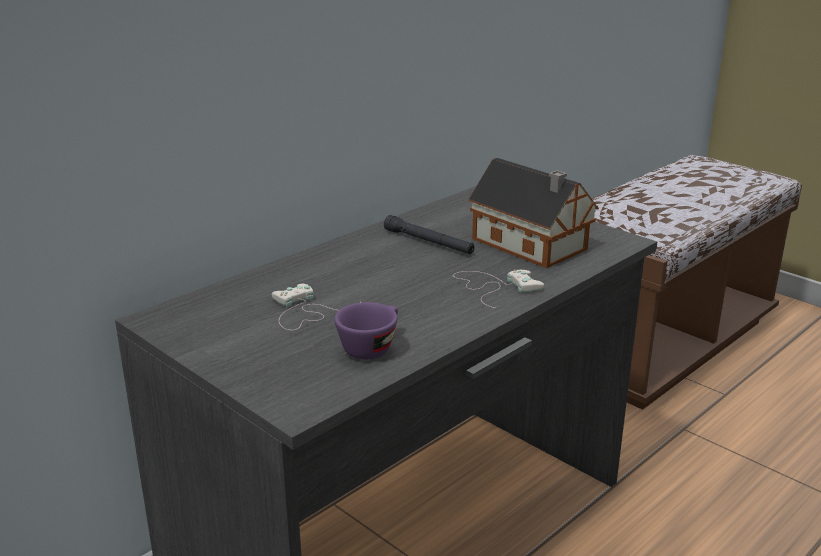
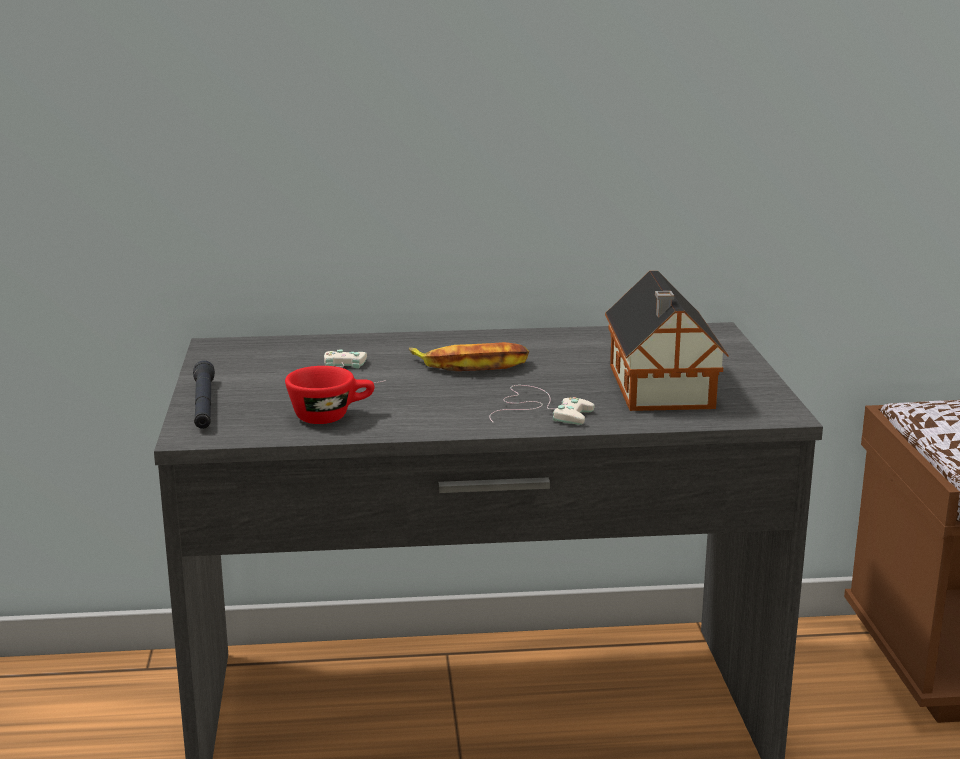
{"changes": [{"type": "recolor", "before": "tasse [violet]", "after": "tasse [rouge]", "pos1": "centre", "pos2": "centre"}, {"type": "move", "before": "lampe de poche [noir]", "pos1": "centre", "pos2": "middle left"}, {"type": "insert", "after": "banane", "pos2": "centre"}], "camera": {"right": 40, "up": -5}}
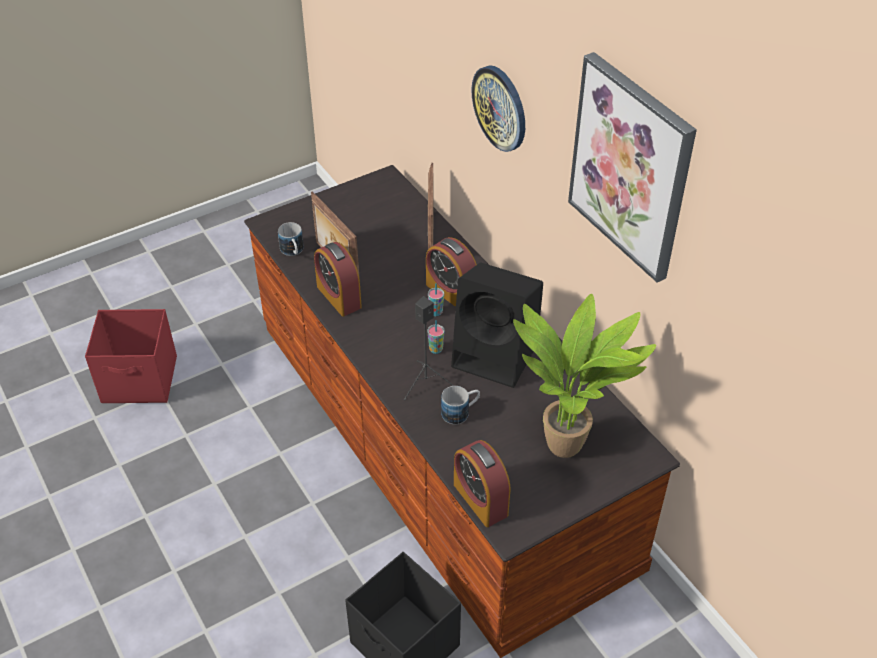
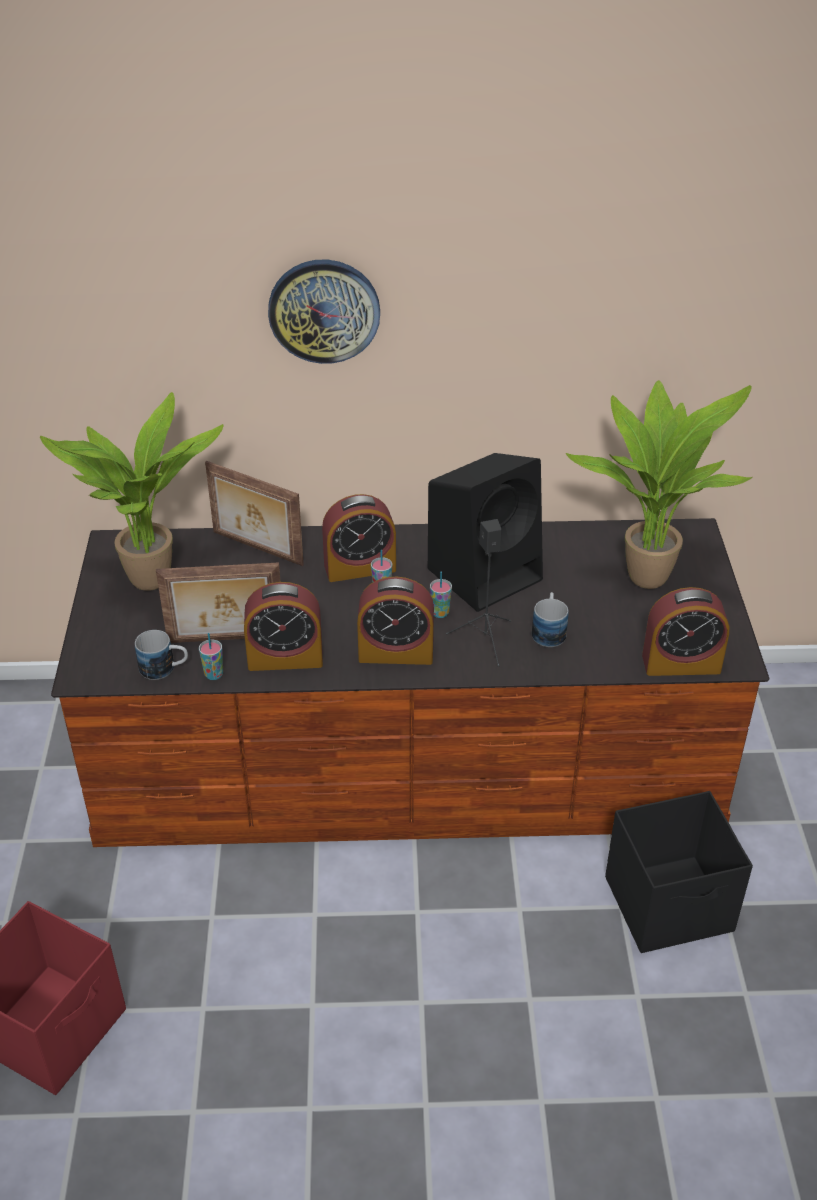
{"changes": [{"type": "delete", "before": "tableau", "pos1": "top right"}, {"type": "insert", "after": "plante en pot (1st from left)", "pos2": "middle left"}, {"type": "insert", "after": "tasse (1st from left)", "pos2": "middle left"}, {"type": "insert", "after": "réveil (3rd from left)", "pos2": "centre"}], "camera": {"right": -60, "up": -5}}
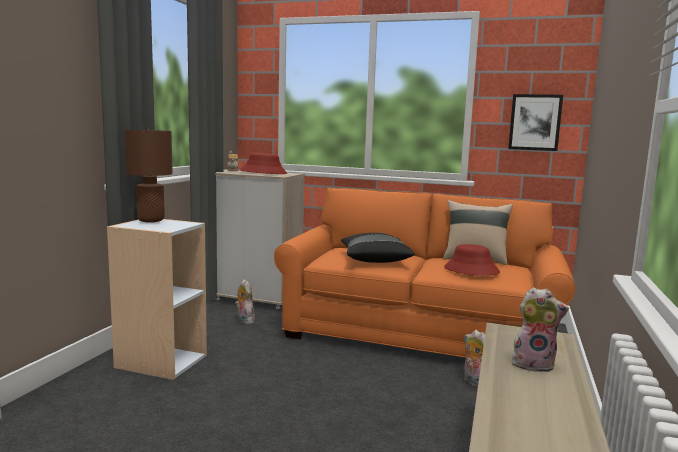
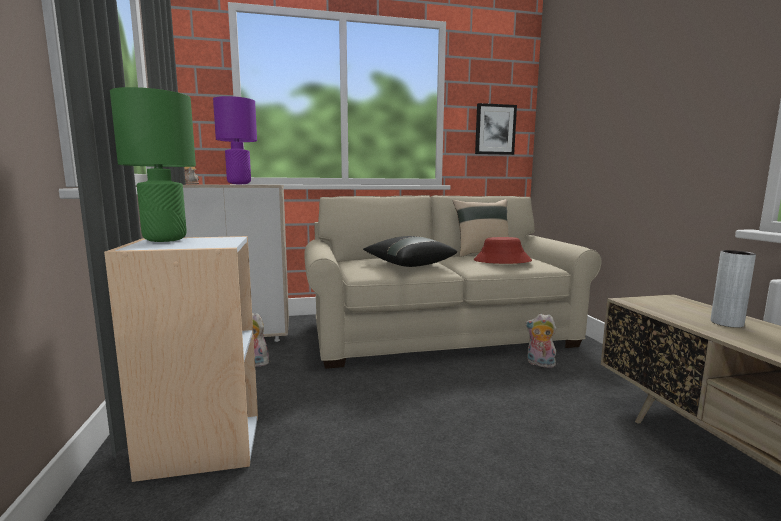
{"changes": [{"type": "recolor", "before": "lampe de table [marron]", "after": "lampe de table [vert]", "pos1": "middle left", "pos2": "top left"}, {"type": "replace", "before": "chapeau [rouge] (1st from left)", "after": "lampe de table [violet]", "pos1": "centre", "pos2": "top left"}, {"type": "recolor", "before": "canapé [orange]", "after": "canapé [beige]", "pos1": "centre", "pos2": "centre"}, {"type": "replace", "before": "peluche (3rd from left)", "after": "vase [gris]", "pos1": "bottom right", "pos2": "middle right"}], "camera": {"right": -30, "up": 0}}
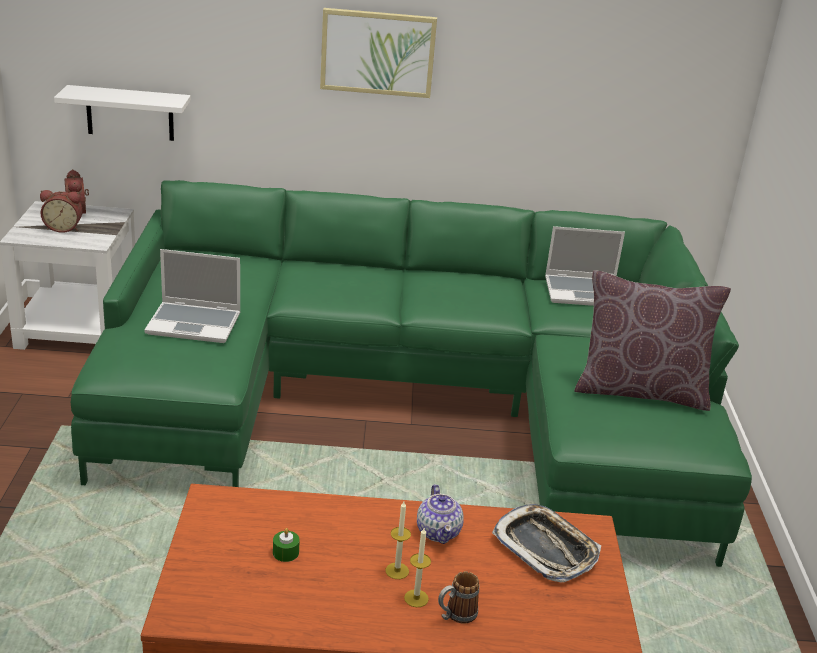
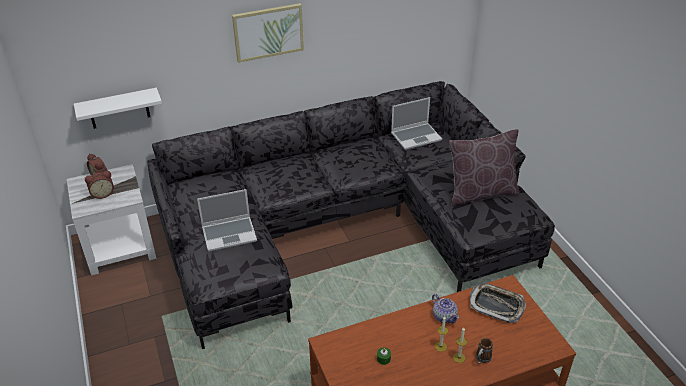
{"changes": [{"type": "recolor", "before": "canapé [vert]", "after": "canapé [noir]", "pos1": "centre", "pos2": "centre"}], "camera": {"right": -20, "up": 10}}
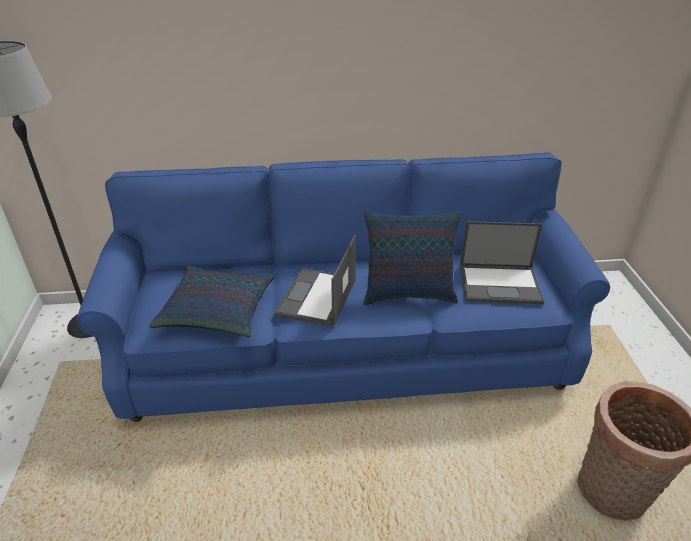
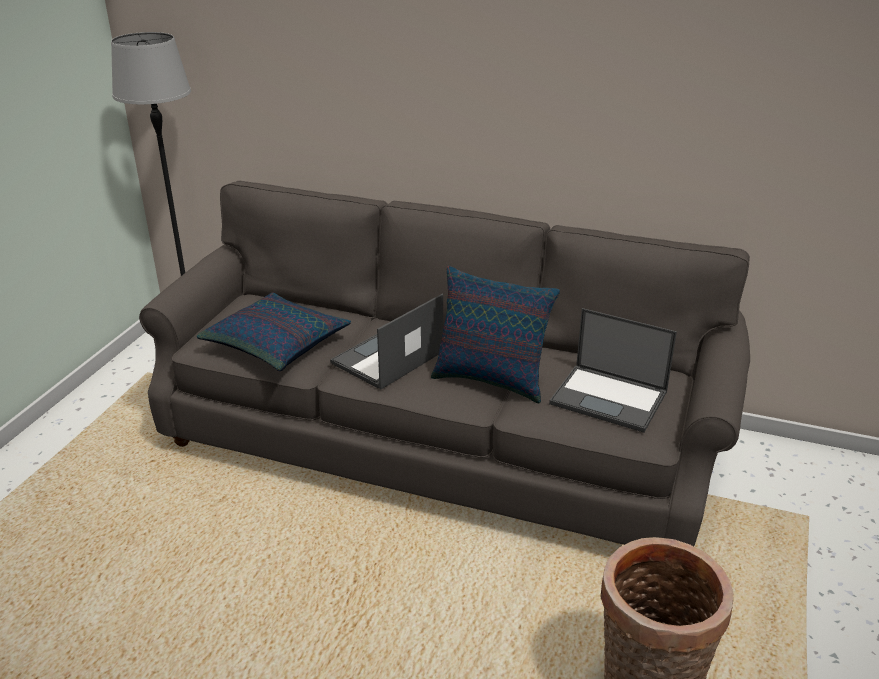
{"changes": [{"type": "recolor", "before": "canapé [bleu]", "after": "canapé [gris]", "pos1": "centre", "pos2": "centre"}], "camera": {"right": 25, "up": -5}}
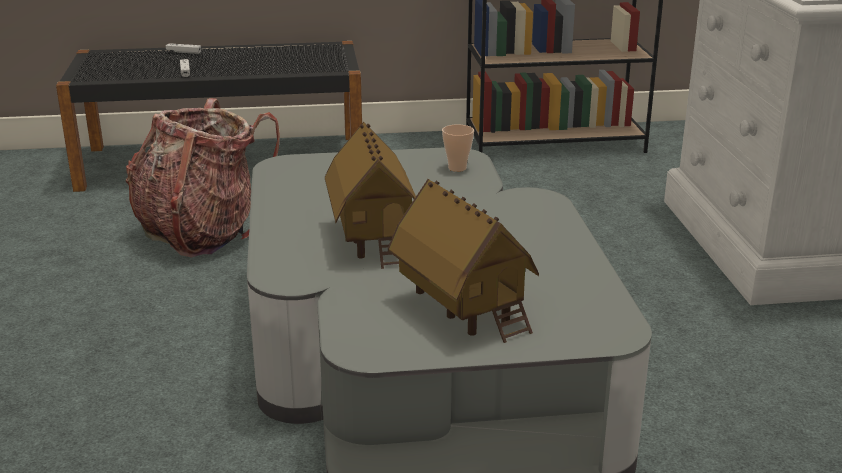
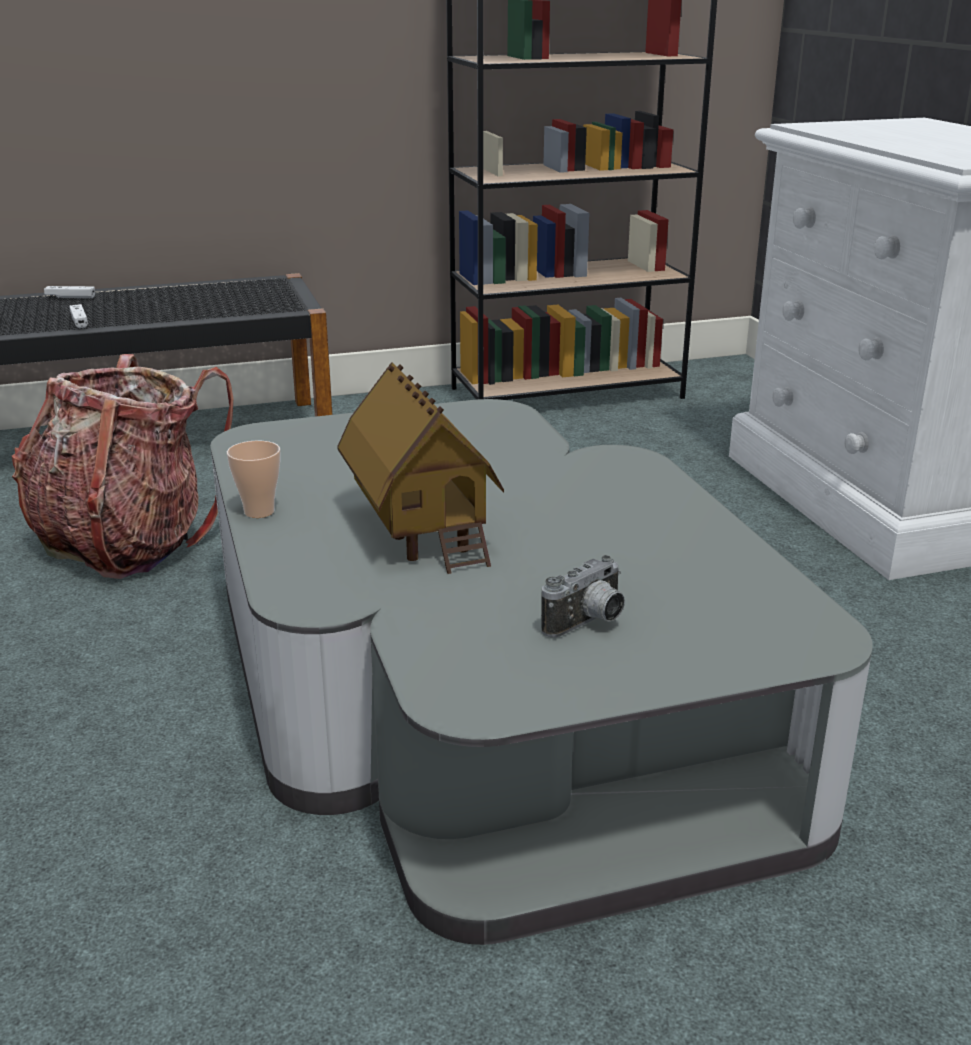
{"changes": [{"type": "replace", "before": "maison miniature (2nd from left)", "after": "appareil photo", "pos1": "centre", "pos2": "centre"}, {"type": "move", "before": "tasse", "pos1": "top centre", "pos2": "middle left"}], "camera": {"right": -10, "up": 0}}
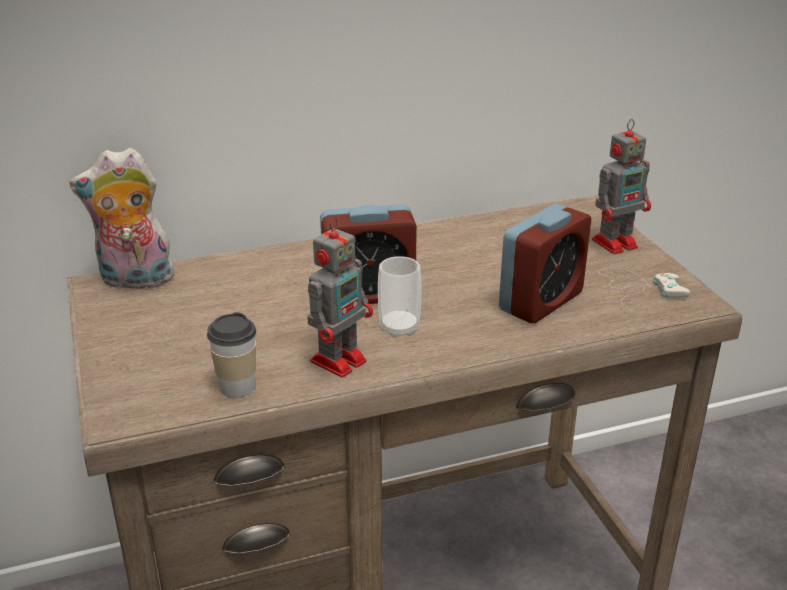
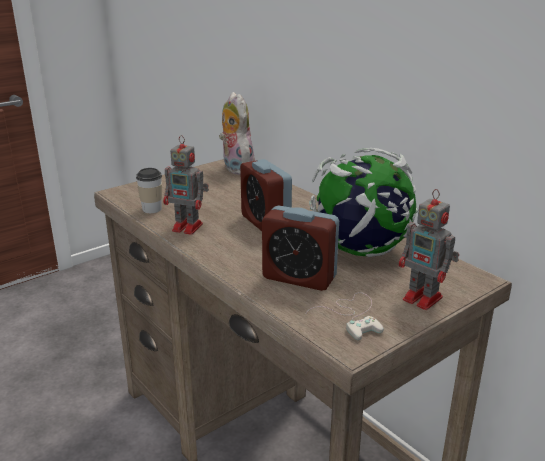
{"changes": [{"type": "delete", "before": "tasse (2nd from left)", "pos1": "centre"}, {"type": "insert", "after": "globe", "pos2": "centre"}], "camera": {"right": 70, "up": -5}}
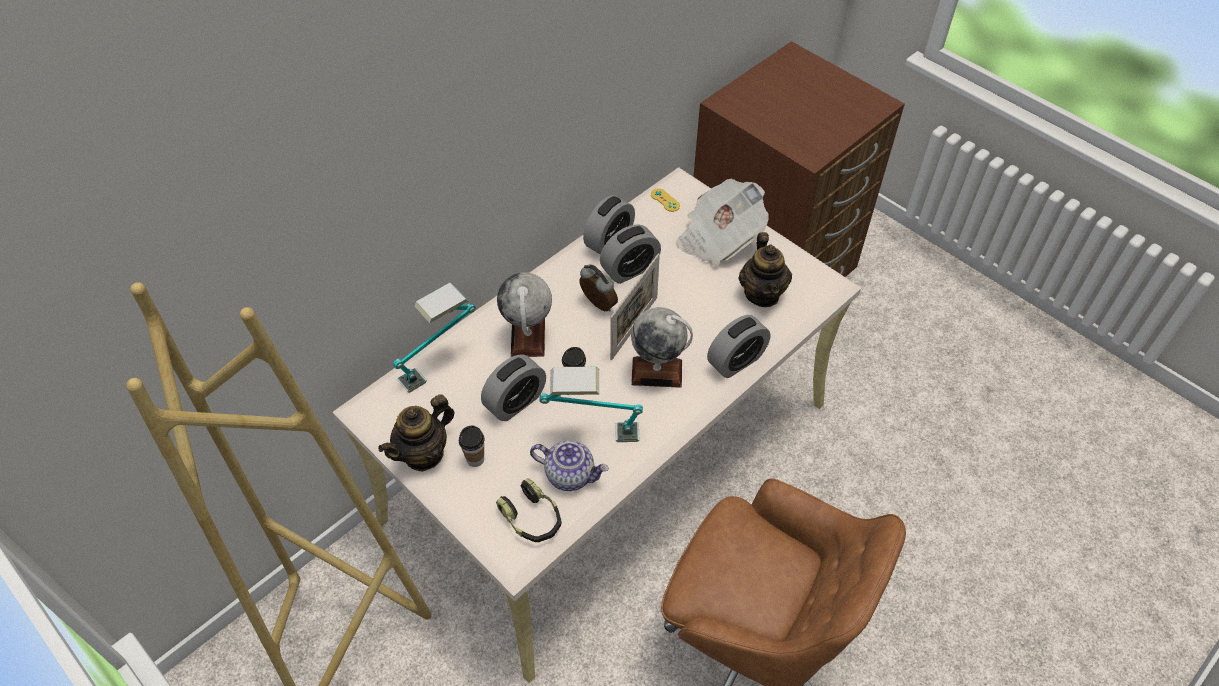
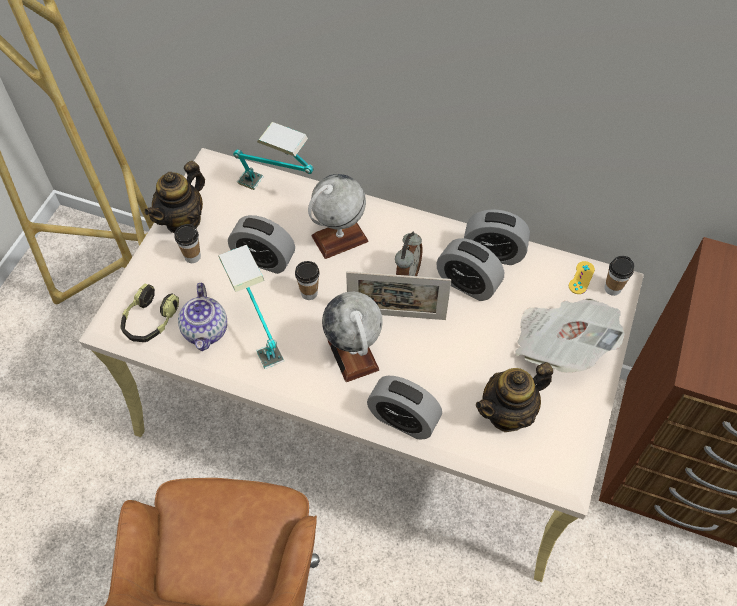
{"changes": [{"type": "rotate", "before": "théière (1st from left)", "pos1": "centre", "pos2": "top left", "turn": -75}, {"type": "insert", "after": "tasse (3rd from left)", "pos2": "middle right"}], "camera": {"right": 65, "up": 5}}
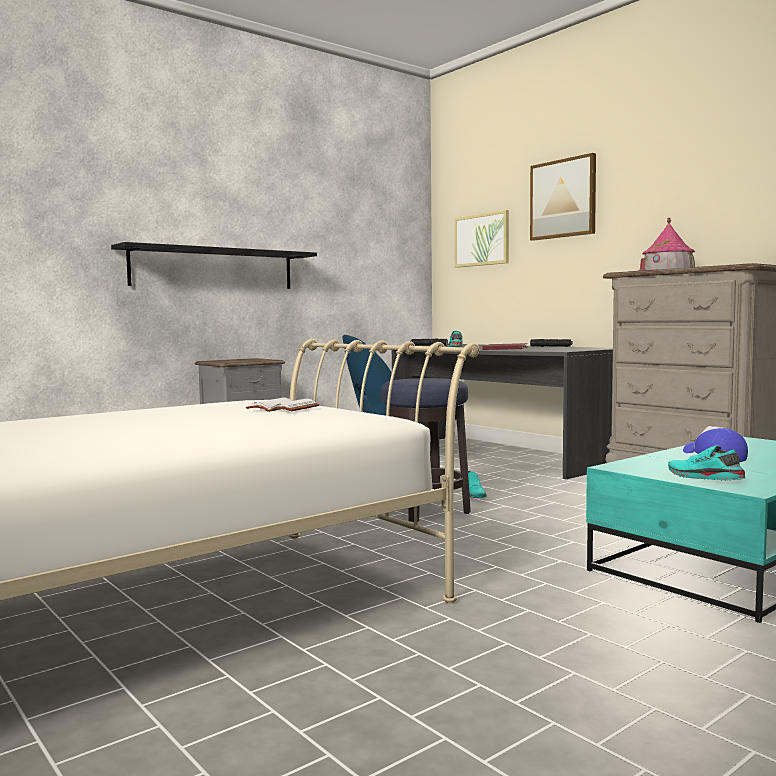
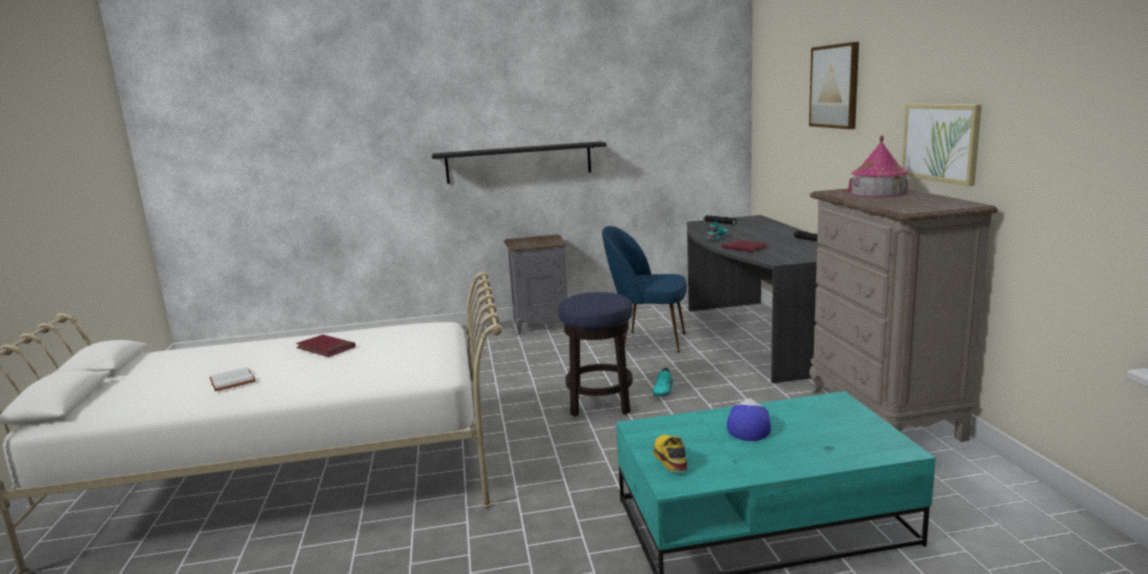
{"changes": [{"type": "move", "before": "livre [blanc]", "pos1": "centre", "pos2": "middle left"}, {"type": "move", "before": "tableau (1st from left in the first image)", "after": "tableau (2nd from left)", "pos1": "top centre", "pos2": "top right"}, {"type": "recolor", "before": "chaussure [turquoise] (3rd from left)", "after": "chaussure [jaune]", "pos1": "middle right", "pos2": "bottom centre"}, {"type": "insert", "after": "livre [rouge] (1st from left)", "pos2": "middle left"}], "camera": {"right": 30, "up": 10}}
